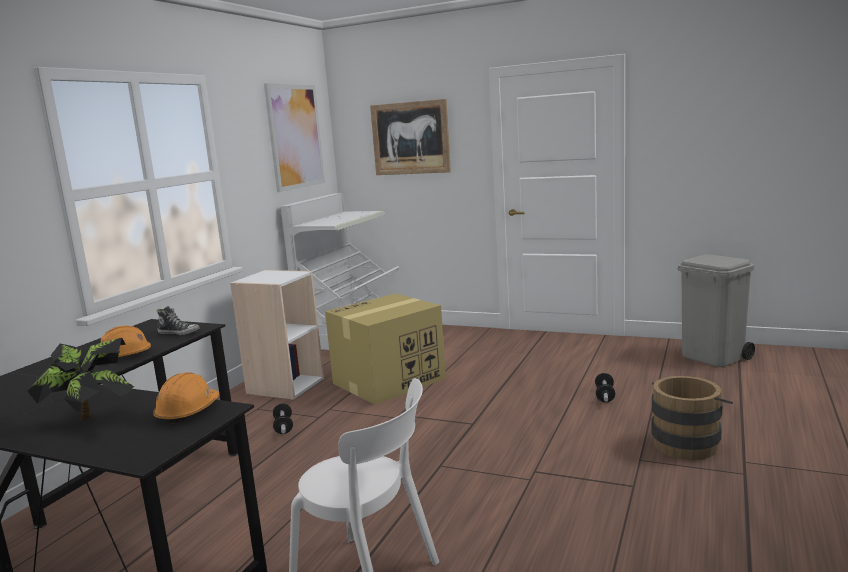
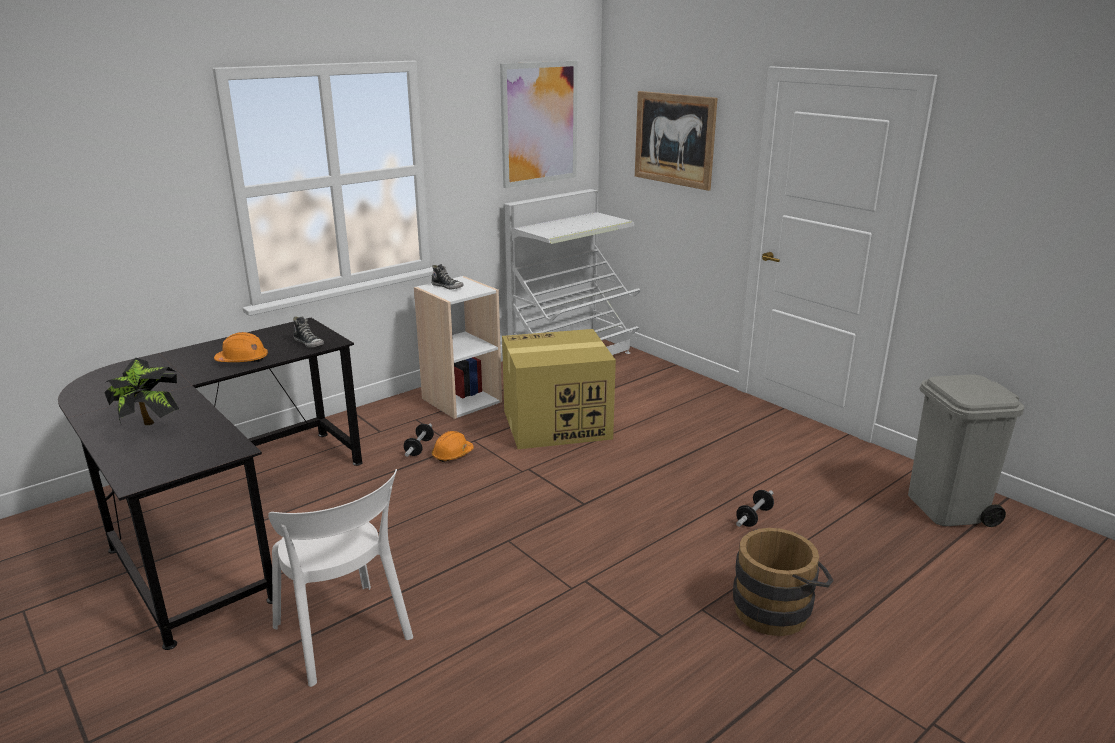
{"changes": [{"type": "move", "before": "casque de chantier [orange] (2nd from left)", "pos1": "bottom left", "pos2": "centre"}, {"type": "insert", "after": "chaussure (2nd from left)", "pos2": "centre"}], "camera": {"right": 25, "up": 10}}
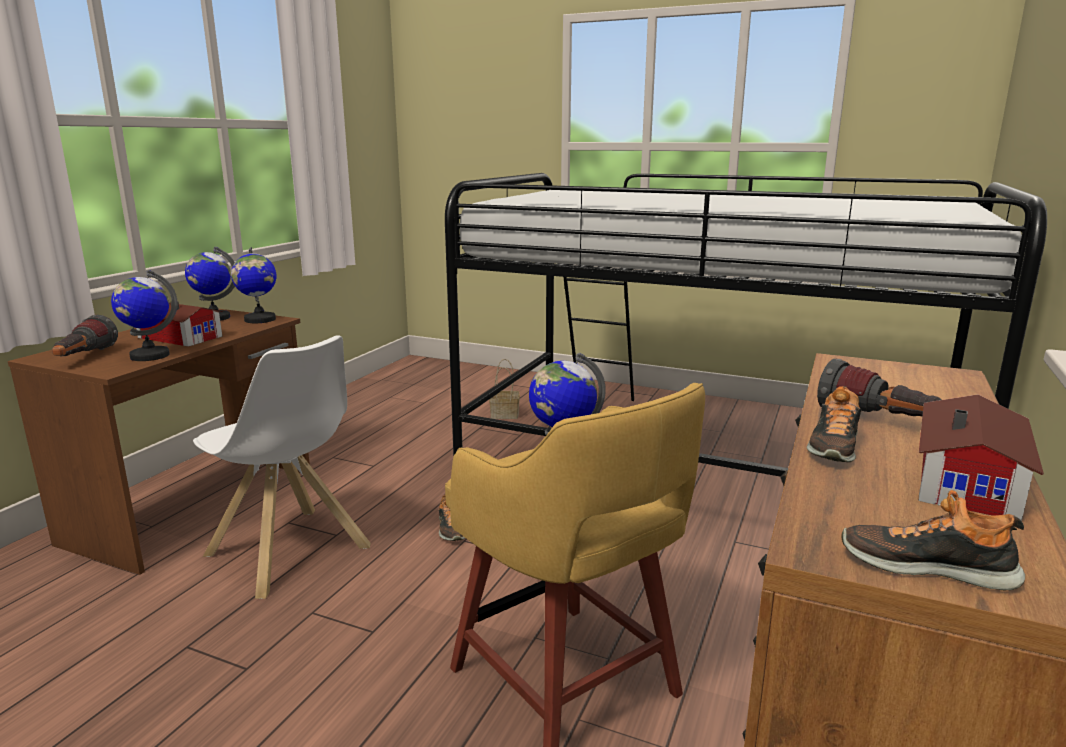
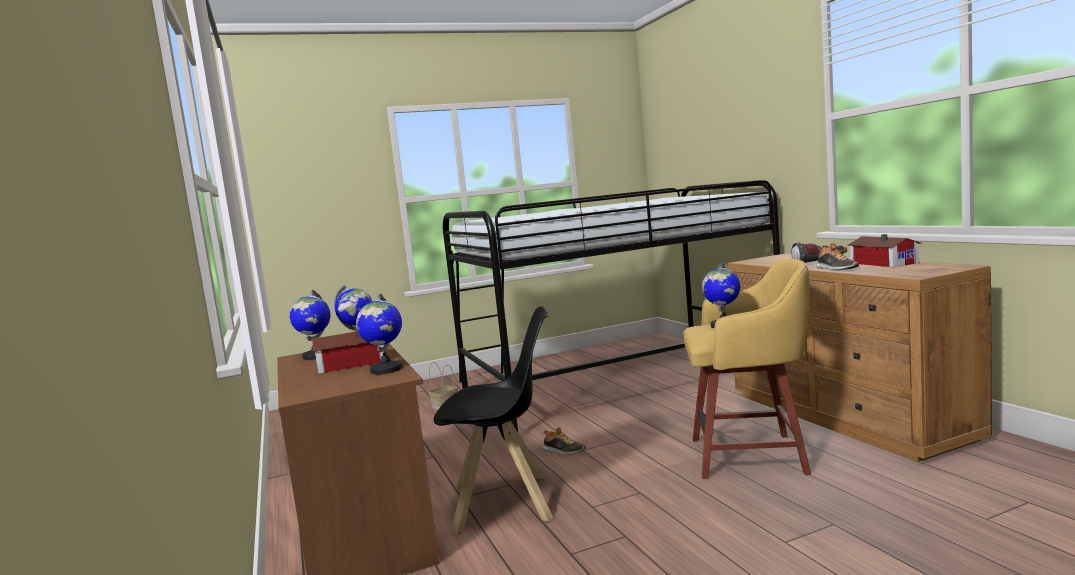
{"changes": [{"type": "delete", "before": "lampe de poche (1st from left)", "pos1": "middle left"}, {"type": "recolor", "before": "chaise [blanc]", "after": "chaise [noir]", "pos1": "middle left", "pos2": "bottom centre"}, {"type": "delete", "before": "chaussure (3rd from left)", "pos1": "bottom right"}], "camera": {"right": -45, "up": -10}}
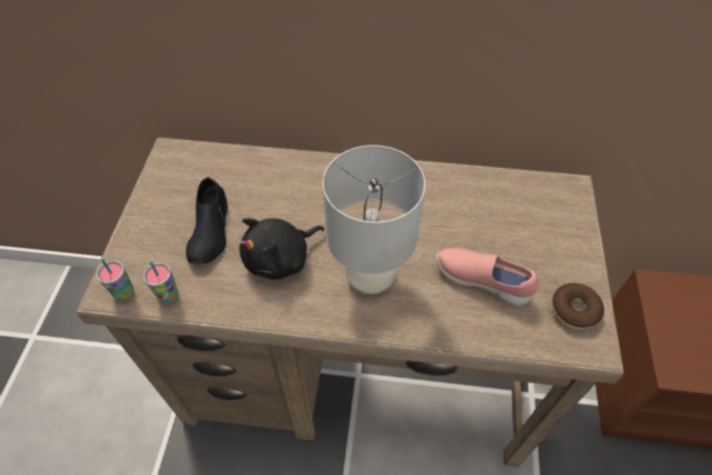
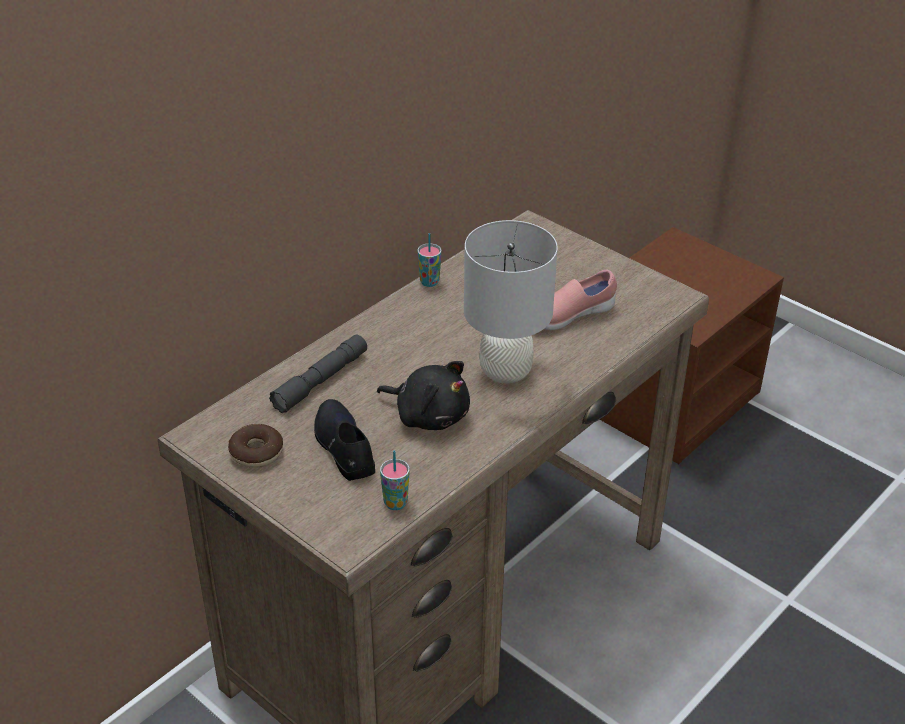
{"changes": [{"type": "move", "before": "tasse (1st from left in the first image)", "after": "tasse (2nd from left)", "pos1": "middle left", "pos2": "centre"}, {"type": "rotate", "before": "chaussure [noir]", "pos1": "middle left", "pos2": "centre", "turn": -150}, {"type": "rotate", "before": "peluche [noir]", "pos1": "centre", "pos2": "centre", "turn": -60}, {"type": "move", "before": "beignet", "pos1": "middle right", "pos2": "middle left"}, {"type": "insert", "after": "lampe de poche [gris]", "pos2": "centre"}], "camera": {"right": -55, "up": -15}}
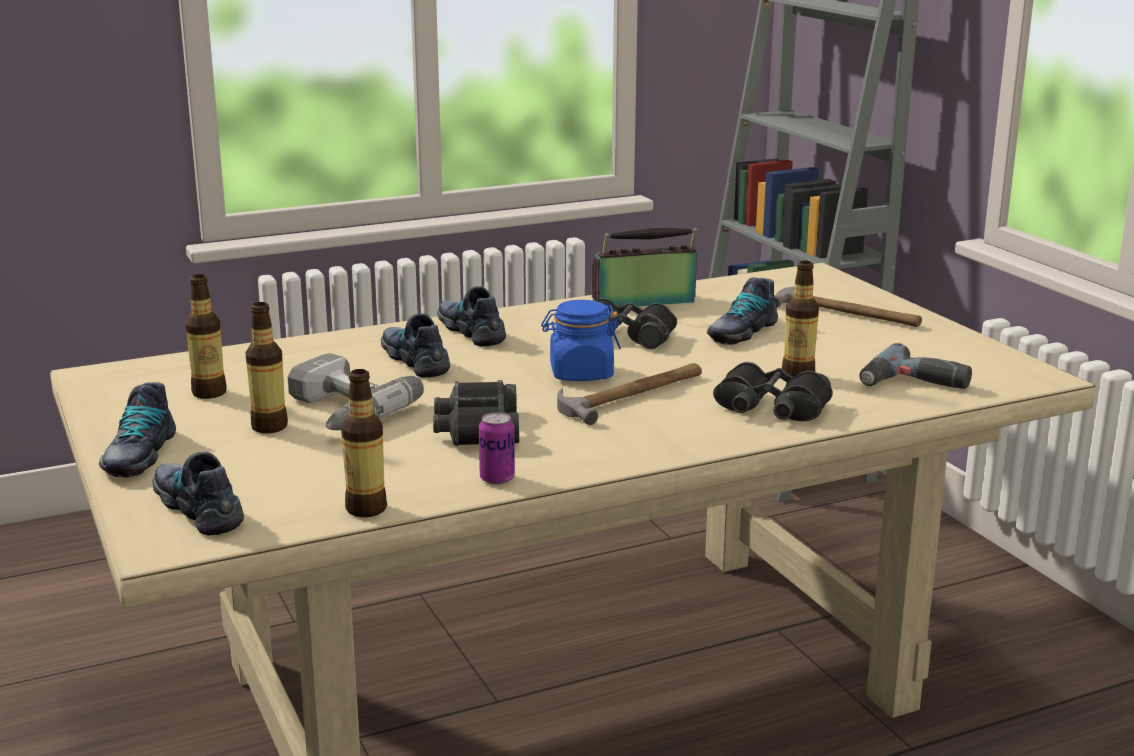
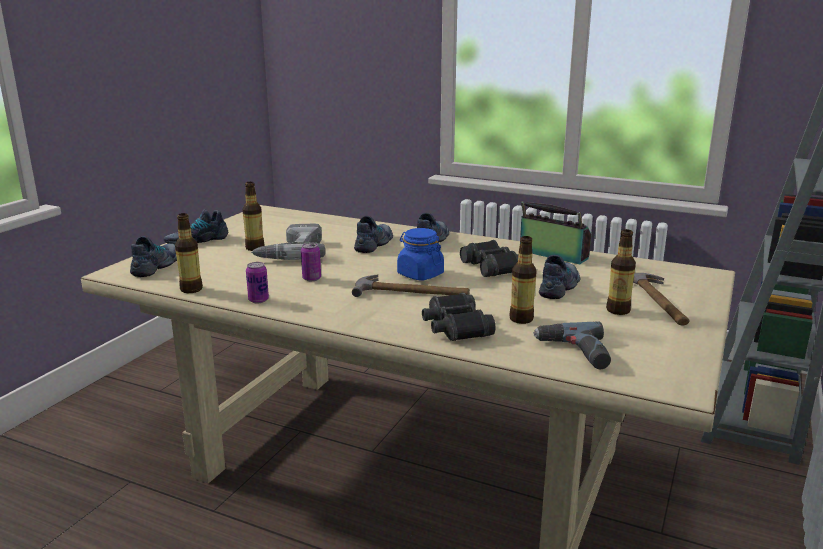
{"changes": [{"type": "move", "before": "bouteille (1st from left in the first image)", "after": "bouteille (4th from left)", "pos1": "middle left", "pos2": "middle right"}, {"type": "replace", "before": "jumelles [noir] (1st from left)", "after": "boîte métallique (2nd from left)", "pos1": "centre", "pos2": "centre"}, {"type": "rotate", "before": "chaussure (5th from left)", "pos1": "centre", "pos2": "middle right", "turn": 120}], "camera": {"right": 50, "up": 0}}
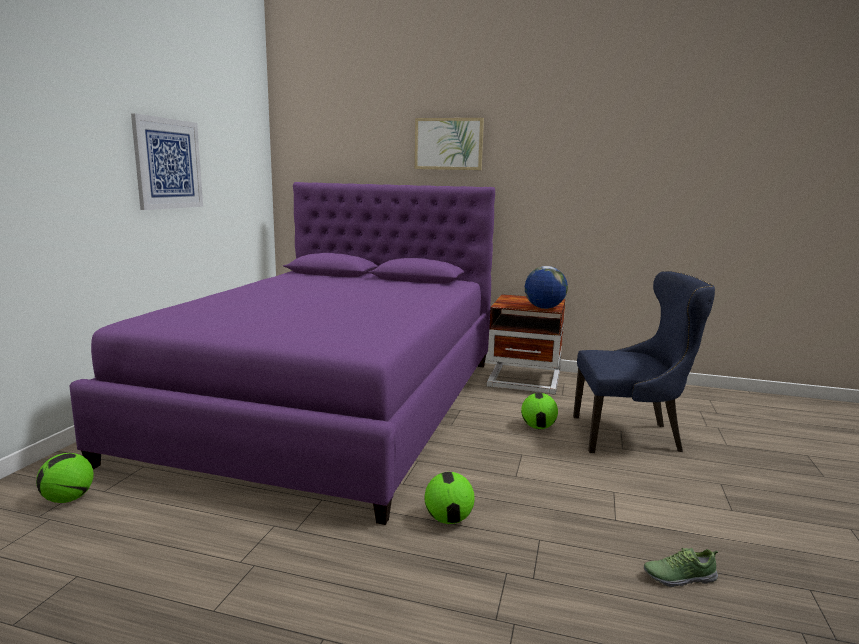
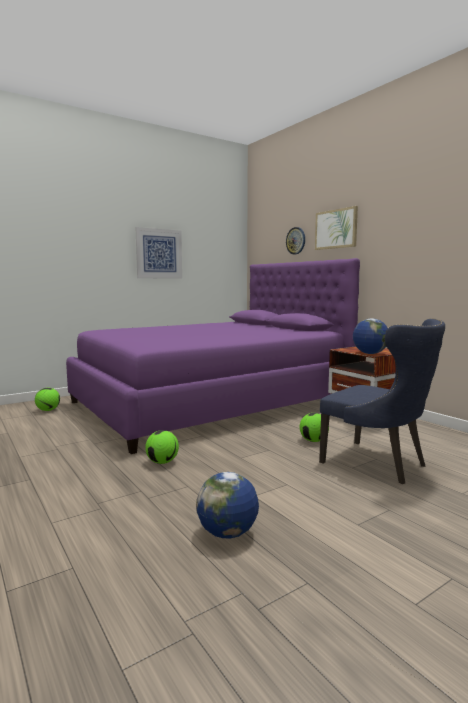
{"changes": [{"type": "replace", "before": "chaussure", "after": "globe (1st from left)", "pos1": "bottom right", "pos2": "bottom centre"}, {"type": "insert", "after": "horloge murale", "pos2": "centre"}], "camera": {"right": 40, "up": -5}}
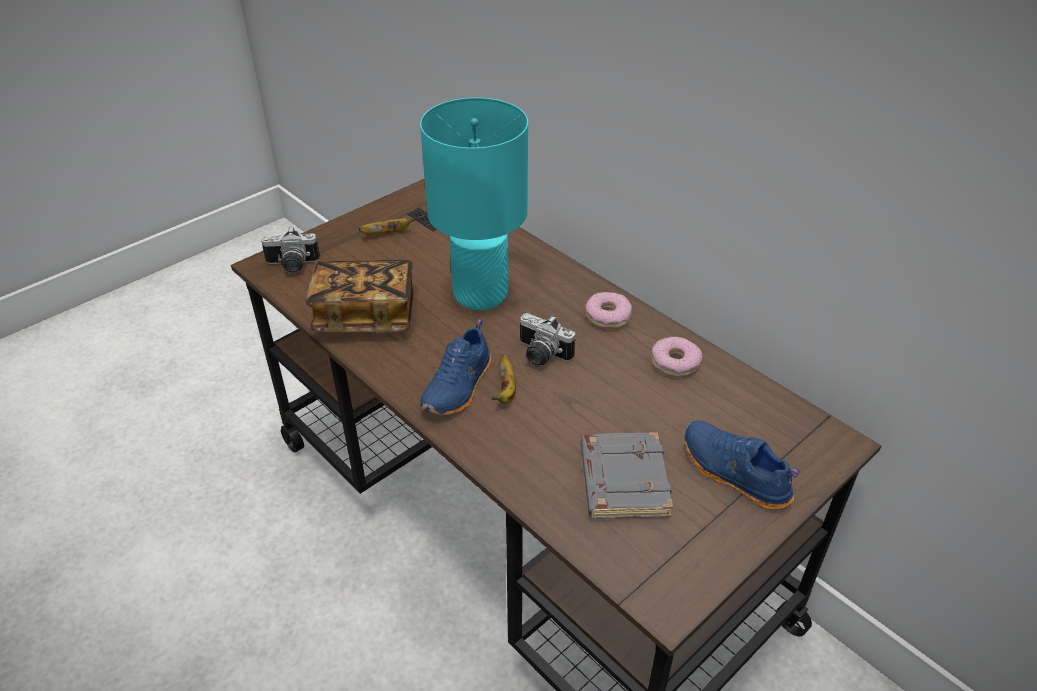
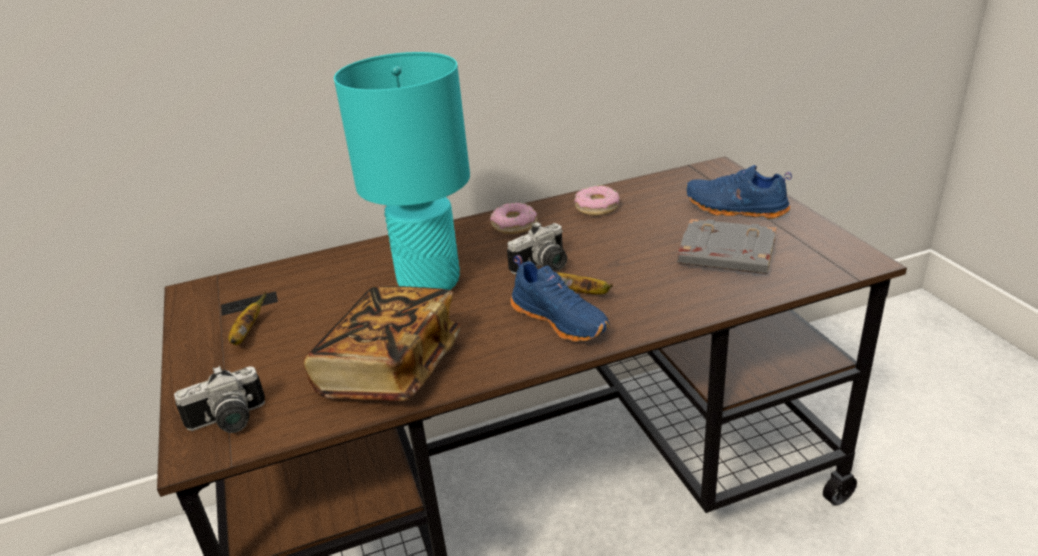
{"changes": [{"type": "rotate", "before": "appareil photo (1st from left)", "pos1": "middle left", "pos2": "bottom left", "turn": 45}, {"type": "rotate", "before": "chaussure [bleu] (2nd from left)", "pos1": "bottom right", "pos2": "middle right", "turn": 45}], "camera": {"right": -65, "up": -10}}
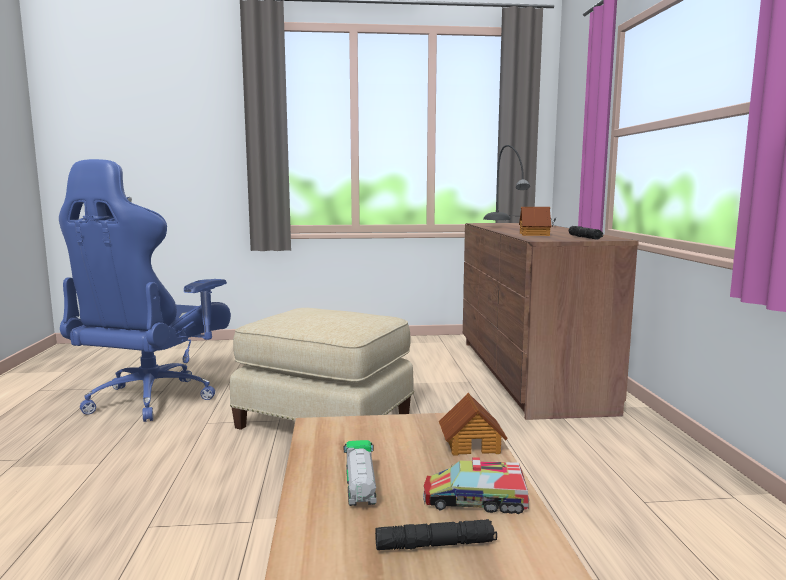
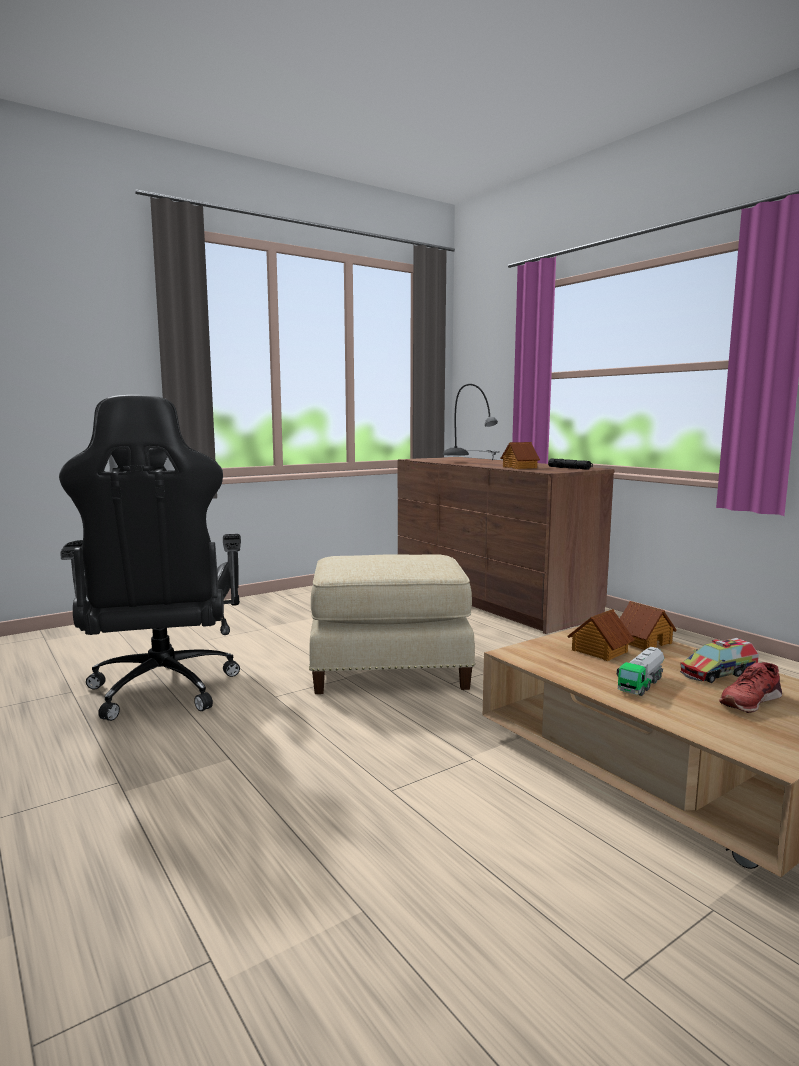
{"changes": [{"type": "recolor", "before": "chaise de bureau [bleu]", "after": "chaise de bureau [noir]", "pos1": "middle left", "pos2": "middle left"}, {"type": "rotate", "before": "camion jouet (1st from left)", "pos1": "bottom centre", "pos2": "middle right", "turn": -105}, {"type": "replace", "before": "lampe de poche [noir] (1st from left)", "after": "chaussure [rouge]", "pos1": "bottom centre", "pos2": "middle right"}, {"type": "insert", "after": "maison miniature (2nd from left)", "pos2": "middle right"}], "camera": {"right": -30, "up": 0}}
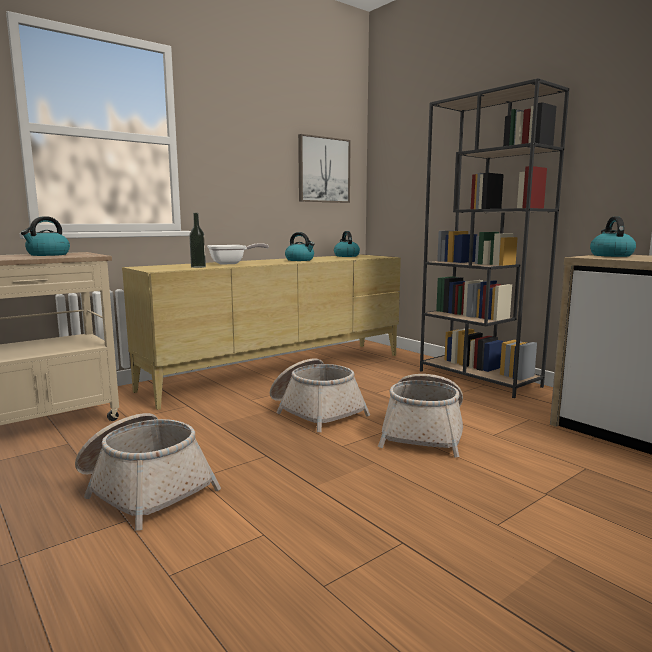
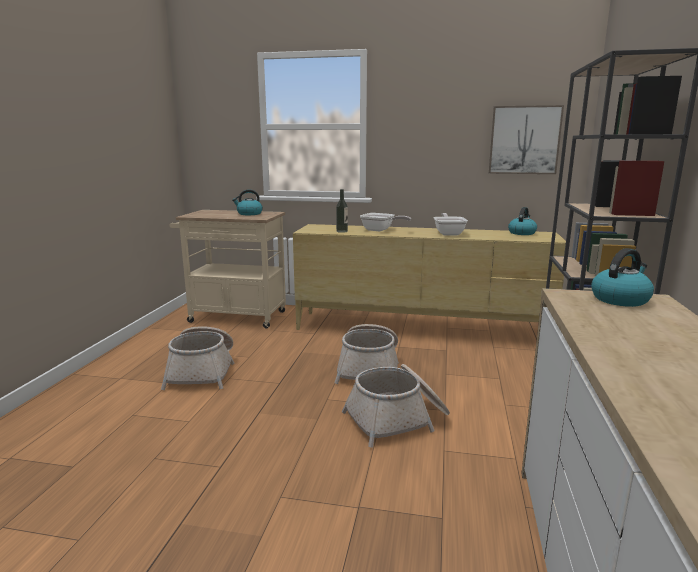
{"changes": [{"type": "replace", "before": "bouilloire (2nd from left)", "after": "poêle (2nd from left)", "pos1": "centre", "pos2": "centre"}], "camera": {"right": 50, "up": 5}}
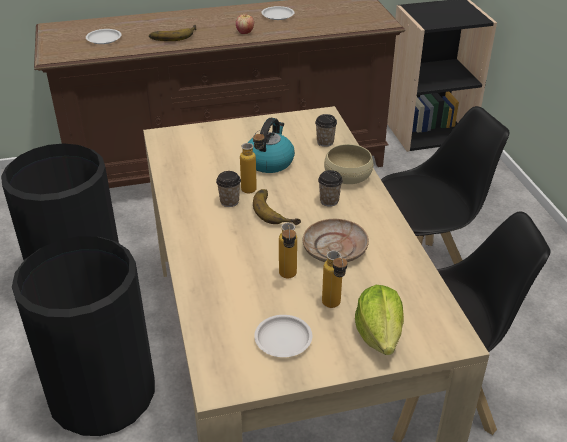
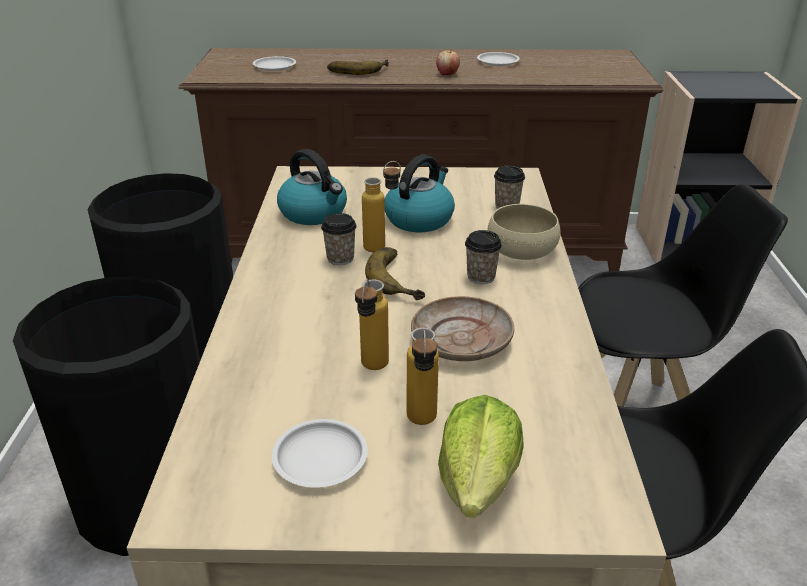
{"changes": [{"type": "insert", "after": "bouilloire (1st from left)", "pos2": "top centre"}], "camera": {"right": 15, "up": -5}}
